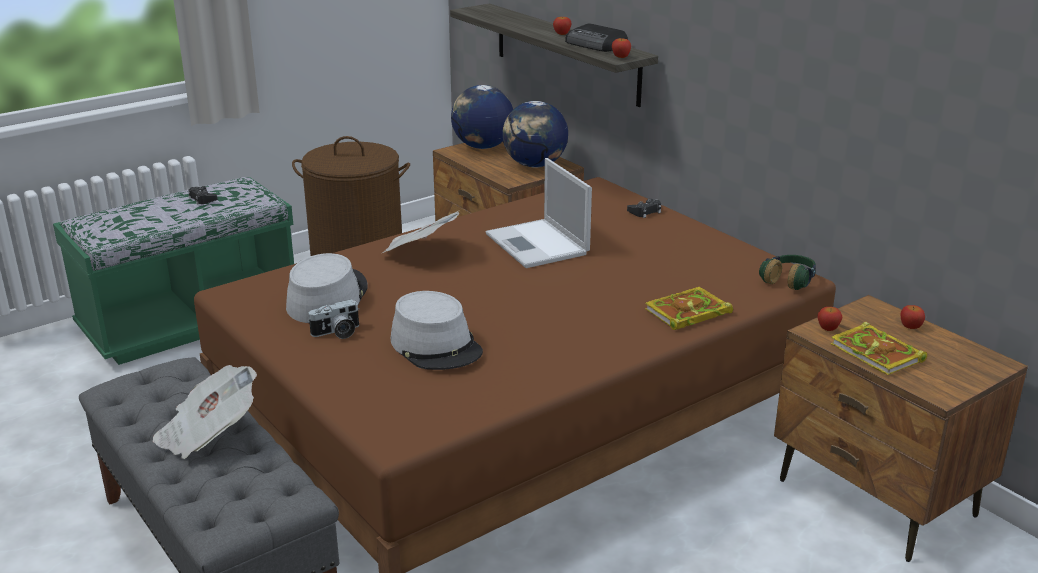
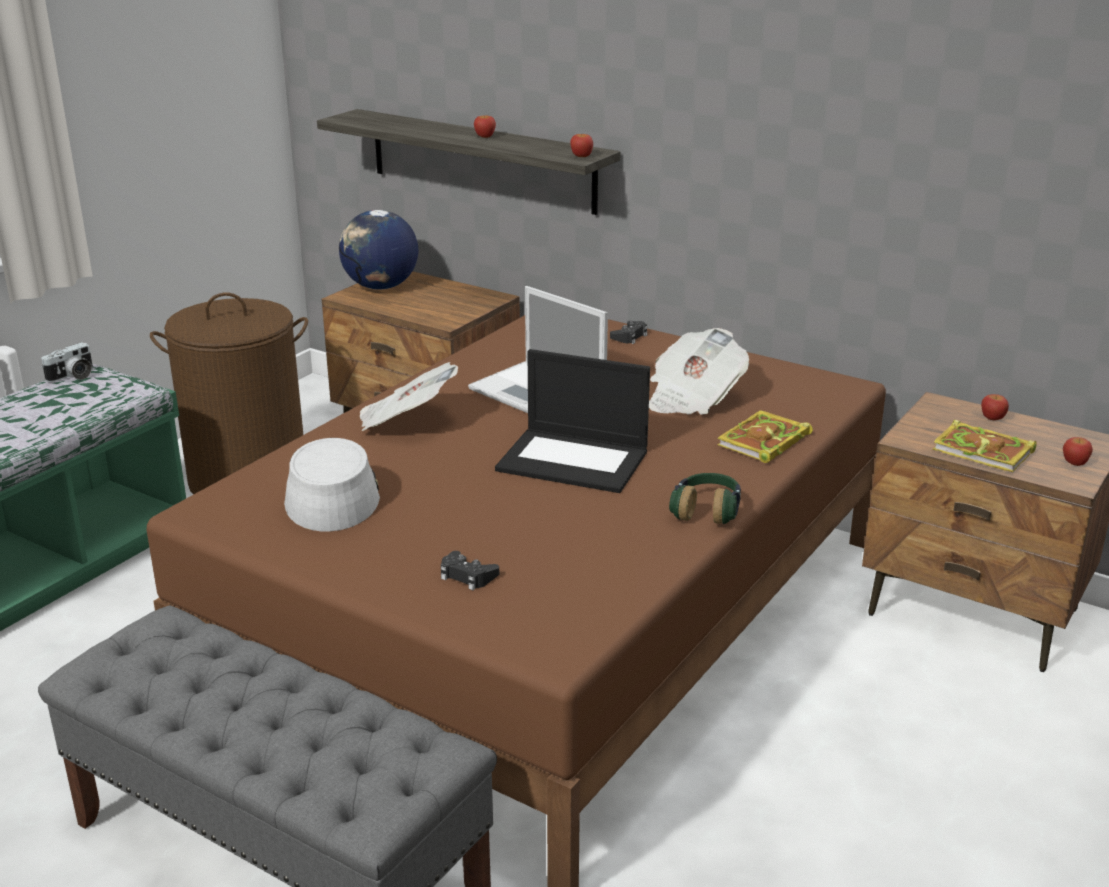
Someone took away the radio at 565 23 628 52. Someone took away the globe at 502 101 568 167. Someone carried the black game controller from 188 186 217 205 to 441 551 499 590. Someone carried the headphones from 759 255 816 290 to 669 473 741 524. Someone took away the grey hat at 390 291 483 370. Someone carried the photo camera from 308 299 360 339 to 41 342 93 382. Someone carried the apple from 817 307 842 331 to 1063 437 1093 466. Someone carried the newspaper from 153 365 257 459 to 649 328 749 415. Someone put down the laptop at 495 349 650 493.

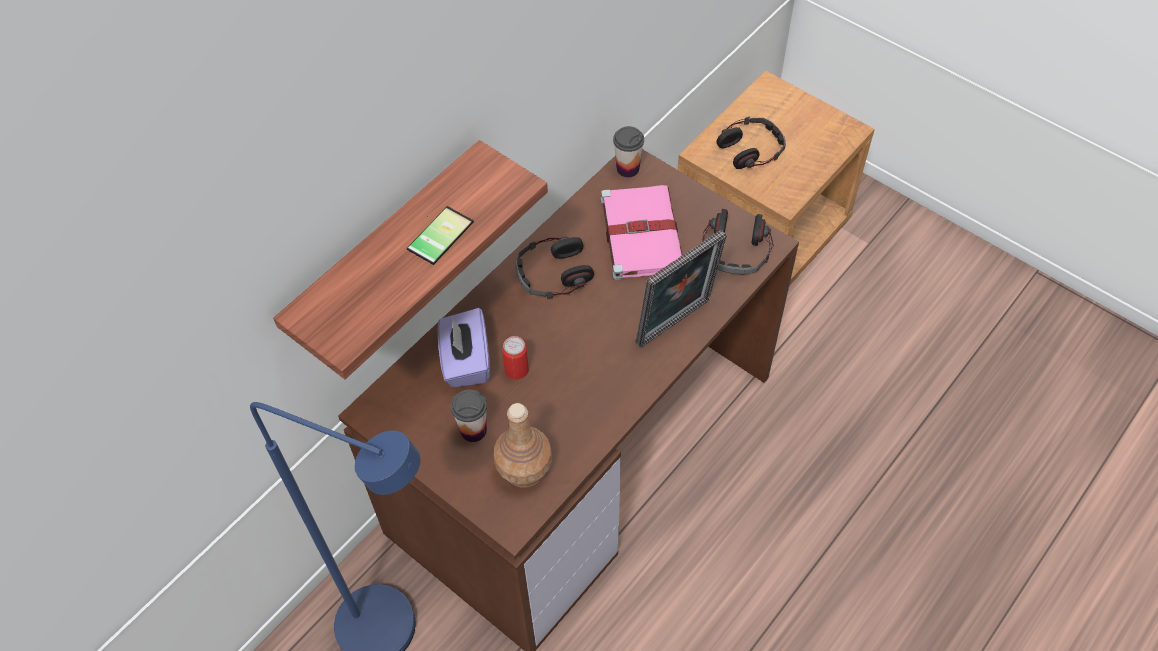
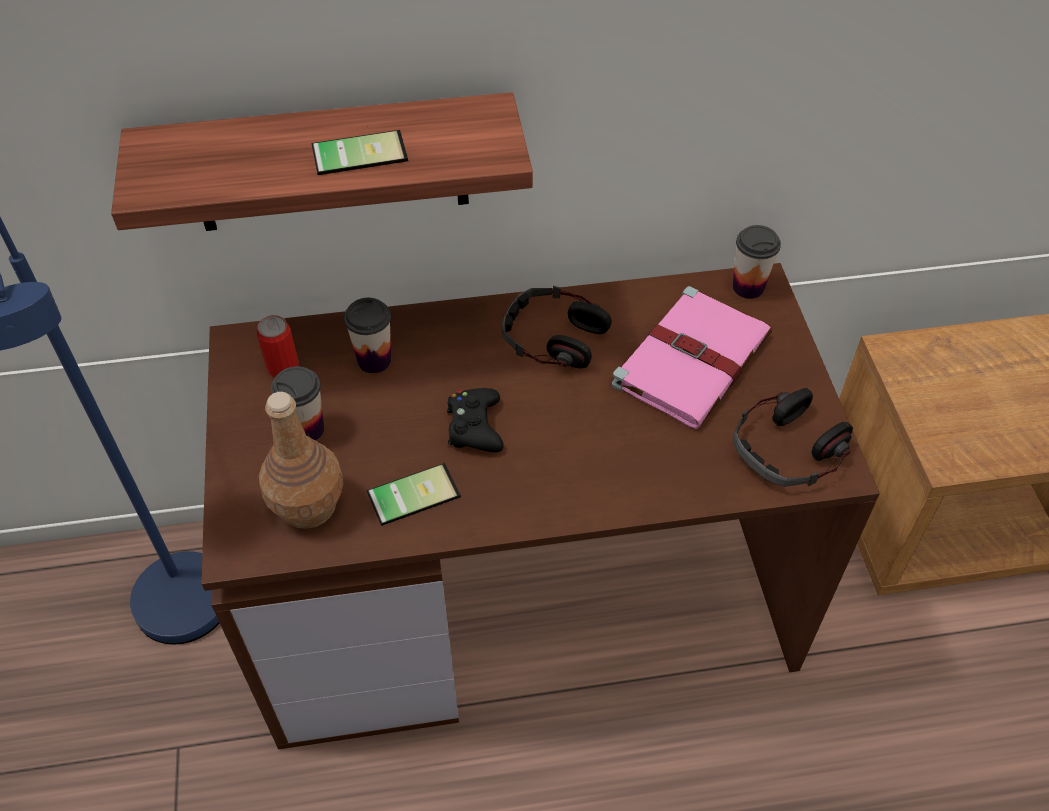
Someone took away the headphones at 716 117 786 169. Someone took away the picture frame at 636 230 727 348. Someone swapped the purple tissue box at 438 308 490 387 for the cup at 344 298 391 373. Someone carried the can from 502 336 529 380 to 257 315 299 377. Someone put down the black game controller at 447 388 504 452. Someone put down the phone at 367 463 461 526.

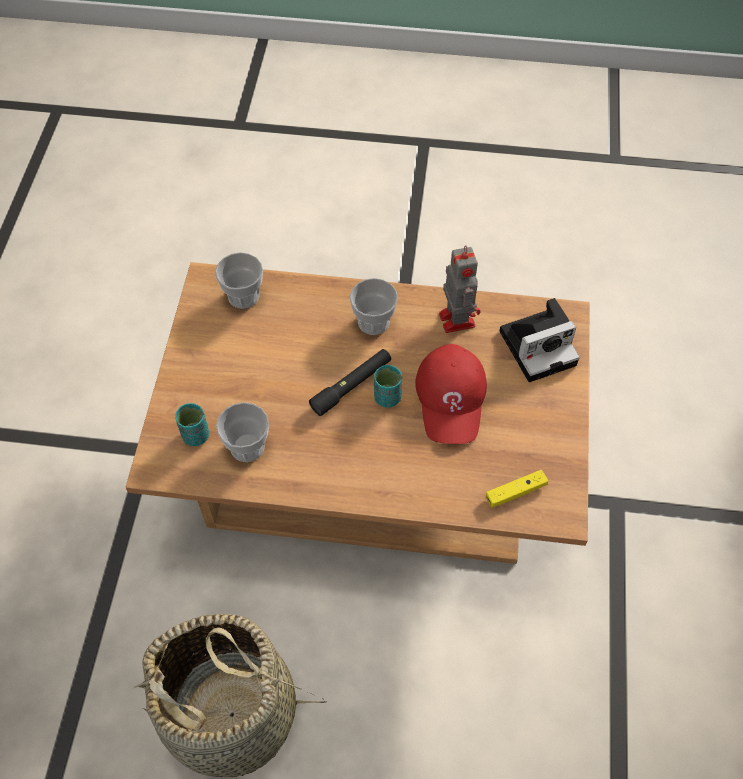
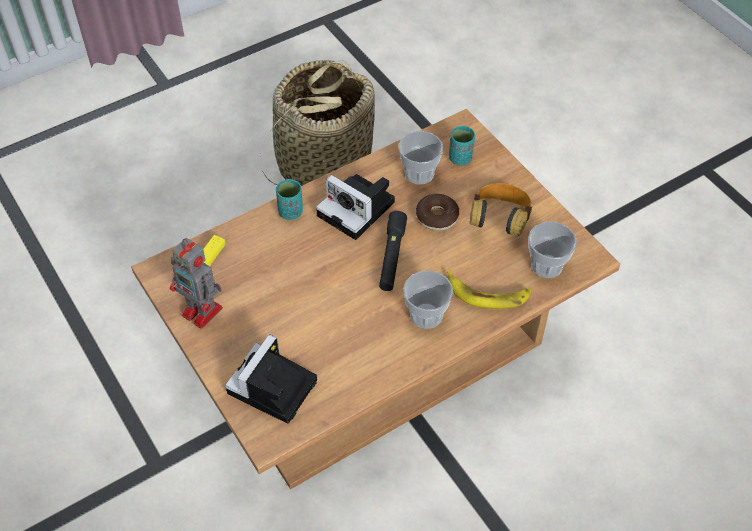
Someone carried the toy robot from 439 245 480 333 to 170 238 223 329. Someone took away the red cap at 415 344 487 444. Someone carried the turquoise cup from 374 365 402 408 to 276 179 303 220. Someone put down the photo camera at 316 174 395 240. Someone put down the headphones at 470 183 532 236. Someone put down the donut at 416 194 459 231. Someone put down the banana at 447 271 531 309.

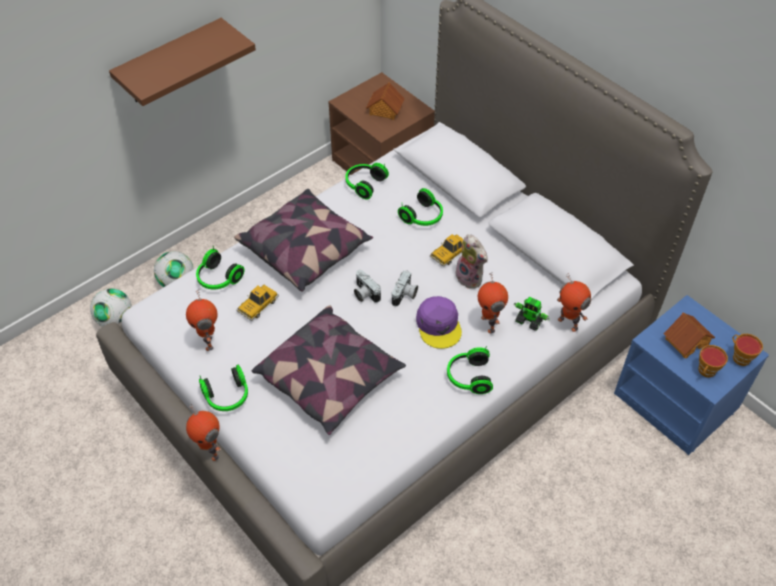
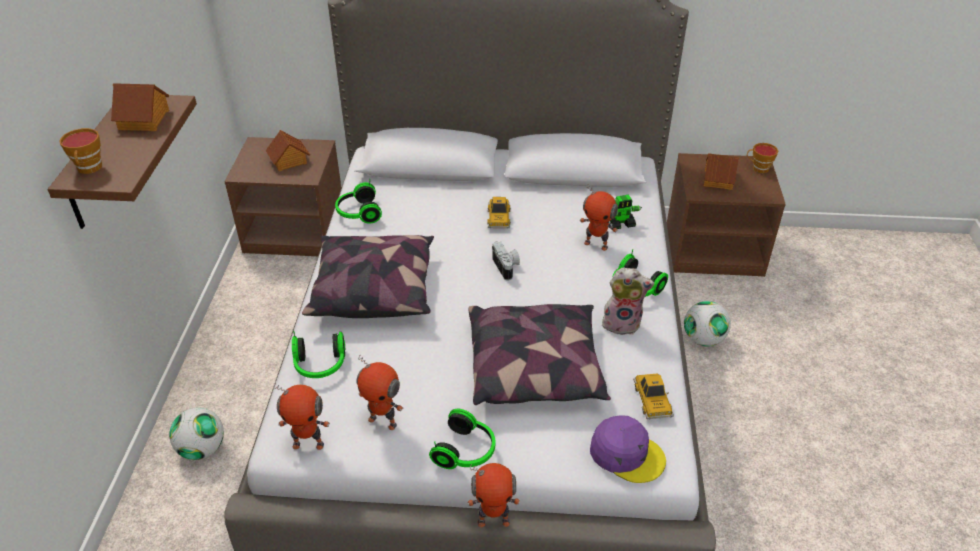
Someone took away the headphones at 398 188 443 226. Someone carried the plush toy from 455 234 488 289 to 602 267 654 335. Someone took away the photo camera at 354 270 381 303. Someone carried the toy robot from 557 273 591 332 to 274 383 330 450. Someone carried the toy car from 237 285 279 321 to 633 373 674 419. Someone carried the football from 90 288 132 327 to 684 301 731 346. Someone repainted the blue nightstand at 614 295 769 455, which became the brown nightstand at 667 153 786 277. Someone carried the purple cap from 416 296 462 349 to 590 415 666 483. Someone carried the cup from 698 345 728 378 to 59 128 102 174. Someone put down the toy house at 111 83 169 131.

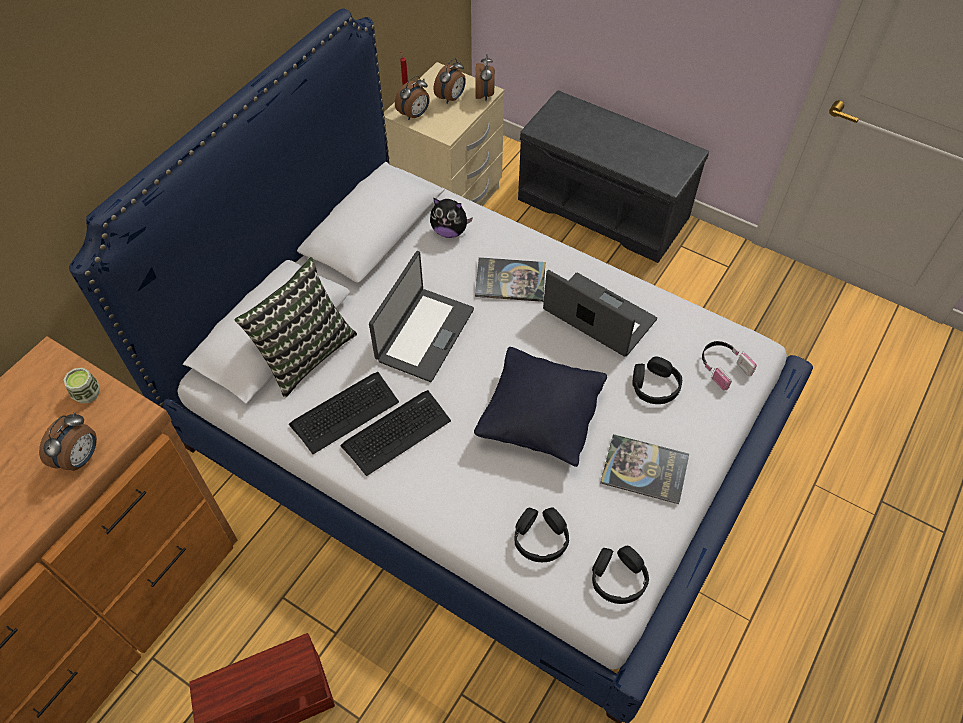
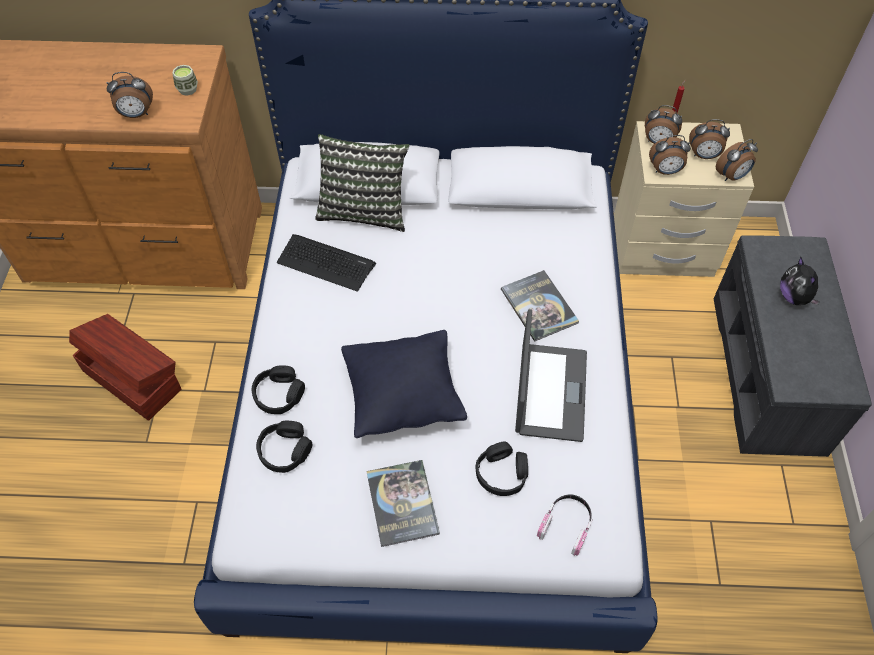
Someone carried the plush toy from 430 198 473 238 to 780 256 820 305. Someone took away the laptop at 369 251 474 382. Someone took away the keyboard at 340 390 451 476. Someone carried the black headphones from 592 546 649 604 to 252 366 305 414. Someone put down the alarm clock at 649 135 691 175.

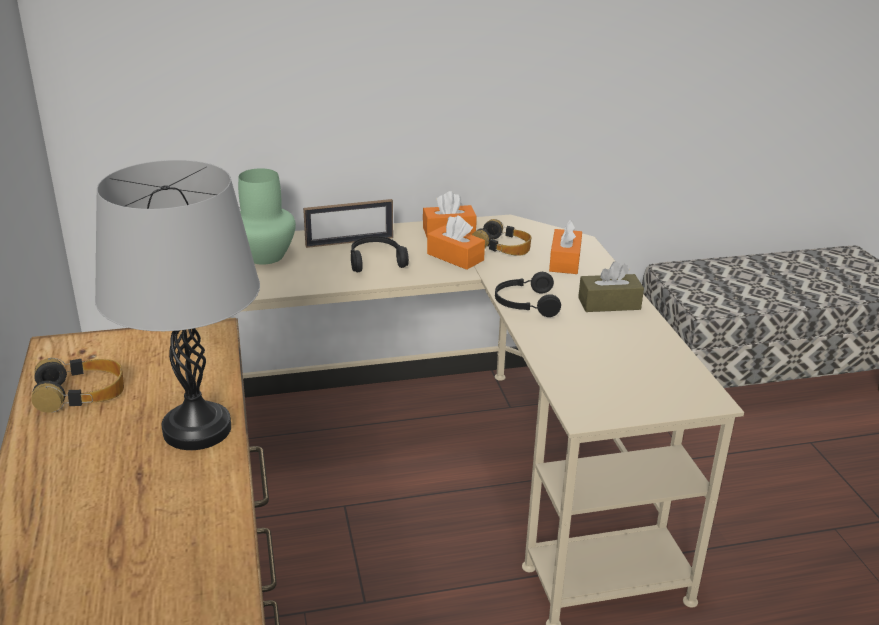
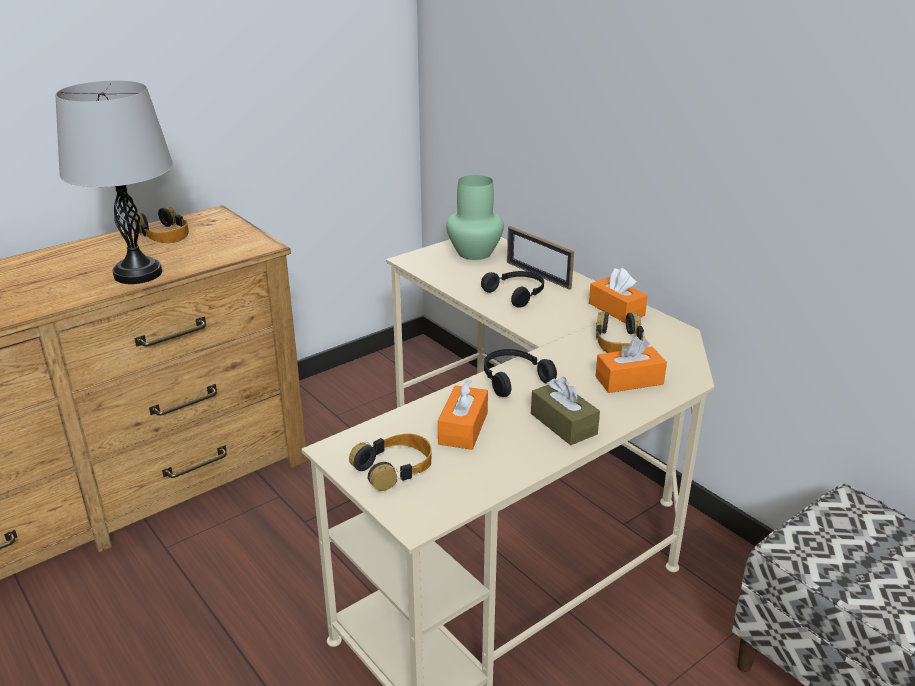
Someone carried the orange tissue box from 427 216 485 270 to 438 379 488 450. Someone put down the headphones at 349 434 432 491.

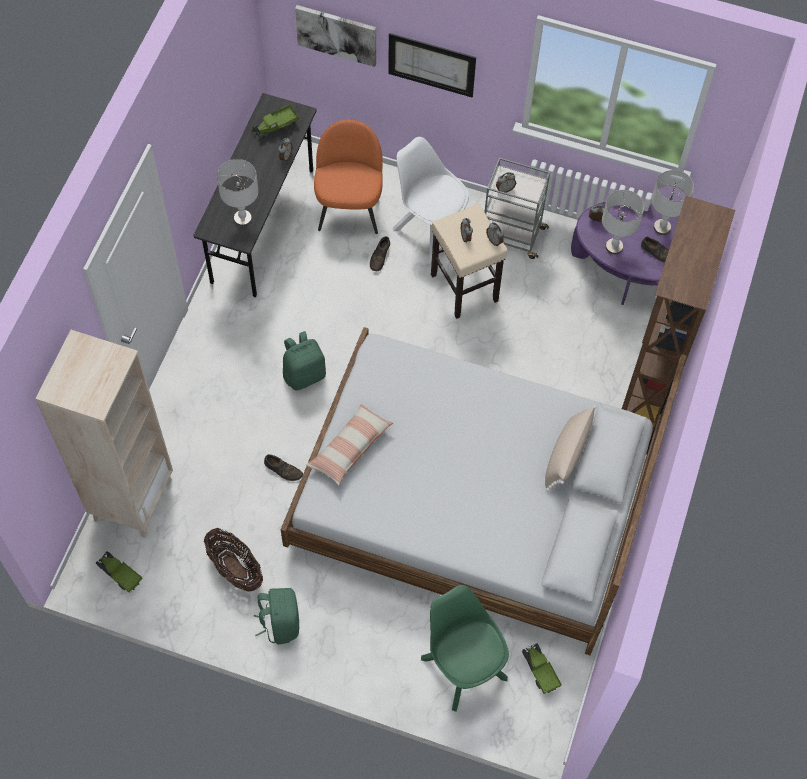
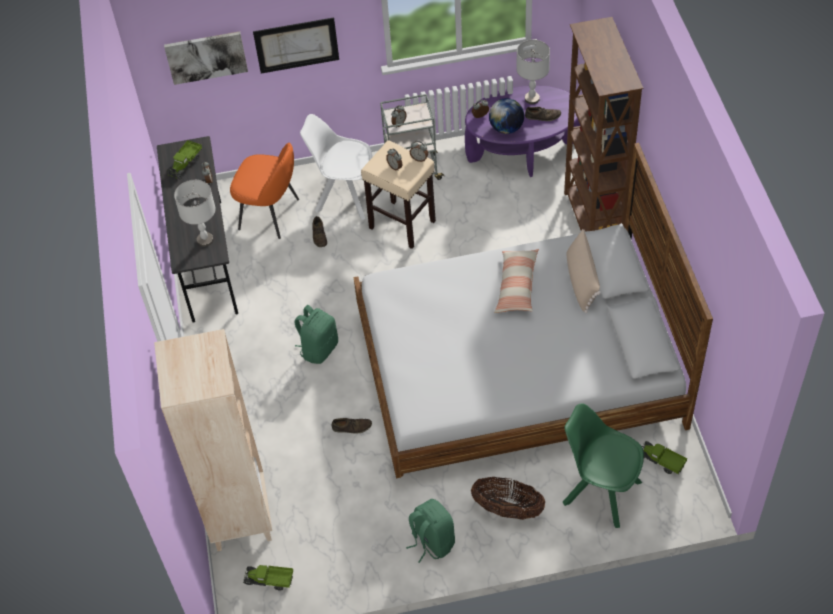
Someone rotated the orange chair at 314 120 383 234 by 135 degrees clockwise. Someone swapped the grey table lamp at 602 190 644 254 for the globe at 489 98 524 134. Someone carried the pillow from 306 404 393 486 to 494 249 539 313. Someone carried the basket from 204 528 263 592 to 471 477 545 520.

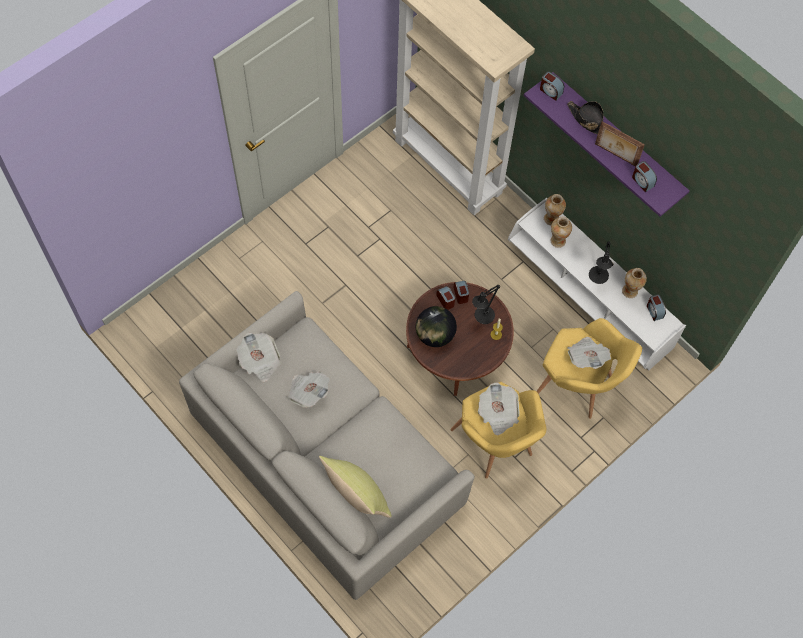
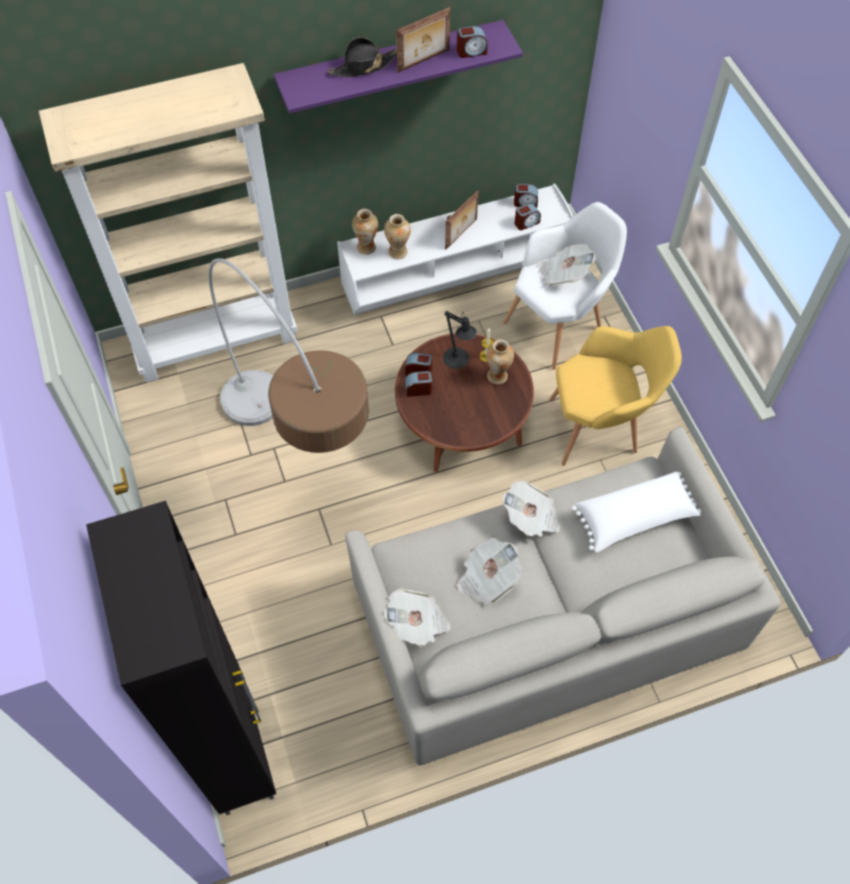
Someone carried the alarm clock from 540 72 564 101 to 515 203 541 230. Someone swapped the black table lamp at 589 241 612 284 for the picture frame at 445 190 479 250. Someone carried the vase from 622 268 647 298 to 486 339 514 384. Someone took away the globe at 416 306 457 347. Someone repainted the yellow armchair at 536 318 642 419, which became the white armchair at 503 202 627 370. Someone carried the newspaper from 478 382 520 435 to 502 480 561 537. Someone took away the yellow pillow at 319 456 391 518. Someone put down the floor lamp at 209 258 369 453. Someone put down the white pillow at 572 471 701 552. Someone put down the black cabinet at 86 501 276 815.

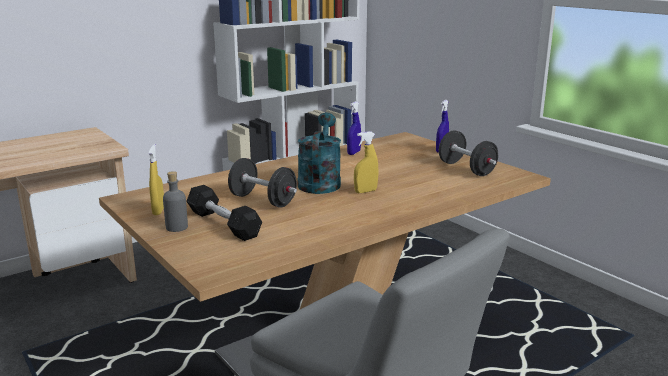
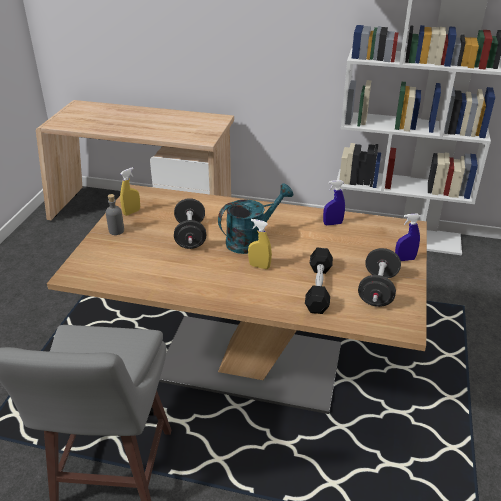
Someone carried the black dumbbell from 186 185 262 241 to 305 248 333 314.

